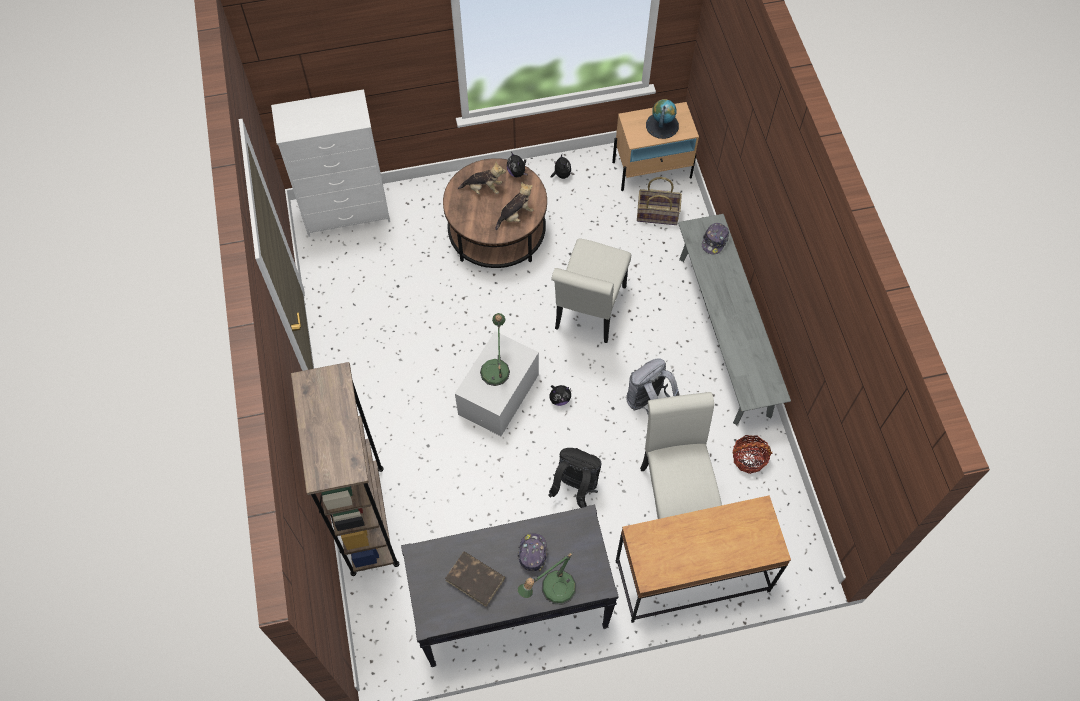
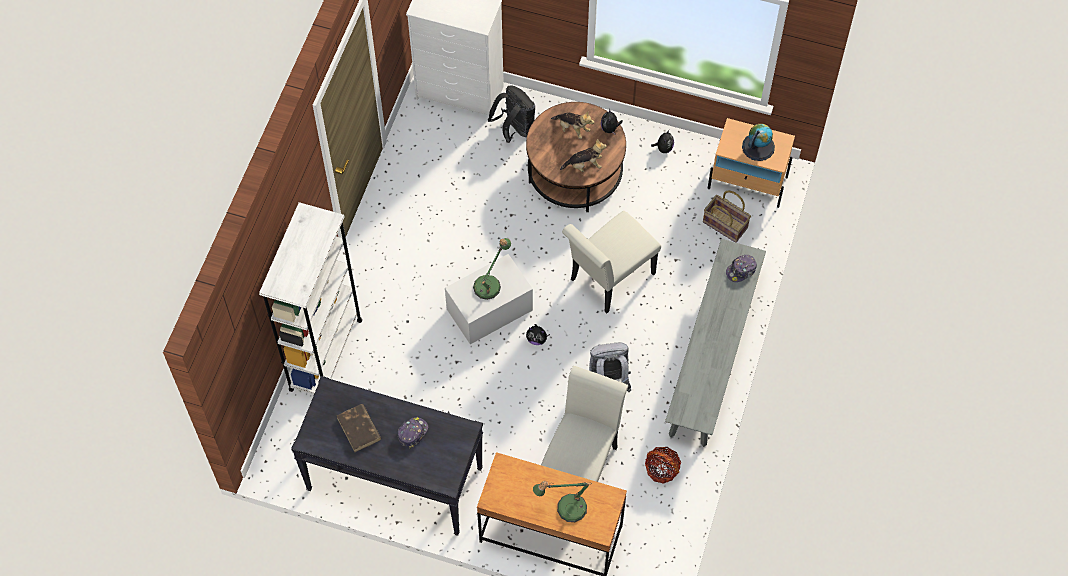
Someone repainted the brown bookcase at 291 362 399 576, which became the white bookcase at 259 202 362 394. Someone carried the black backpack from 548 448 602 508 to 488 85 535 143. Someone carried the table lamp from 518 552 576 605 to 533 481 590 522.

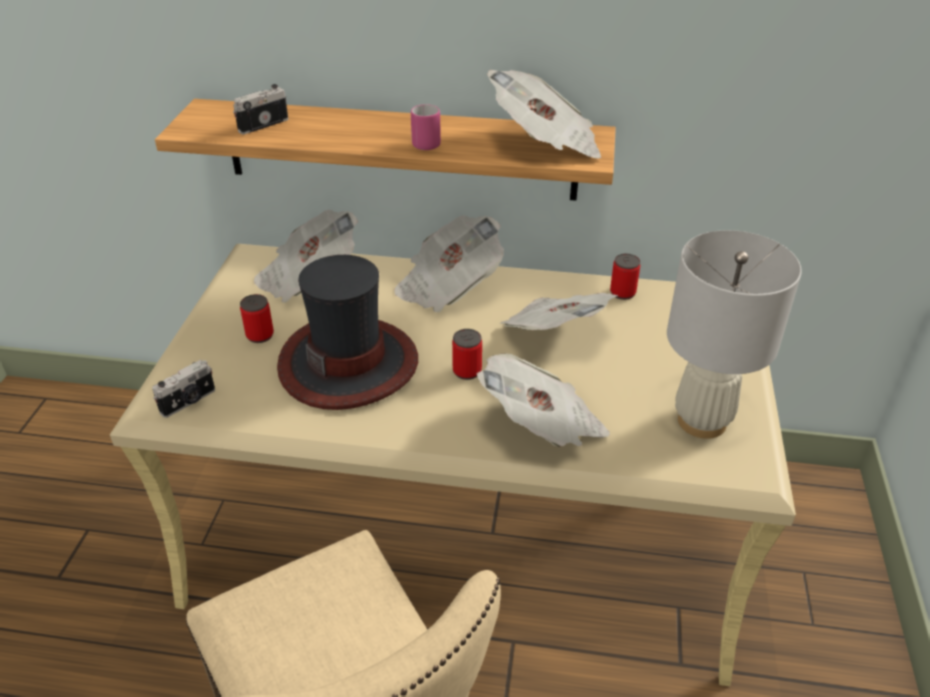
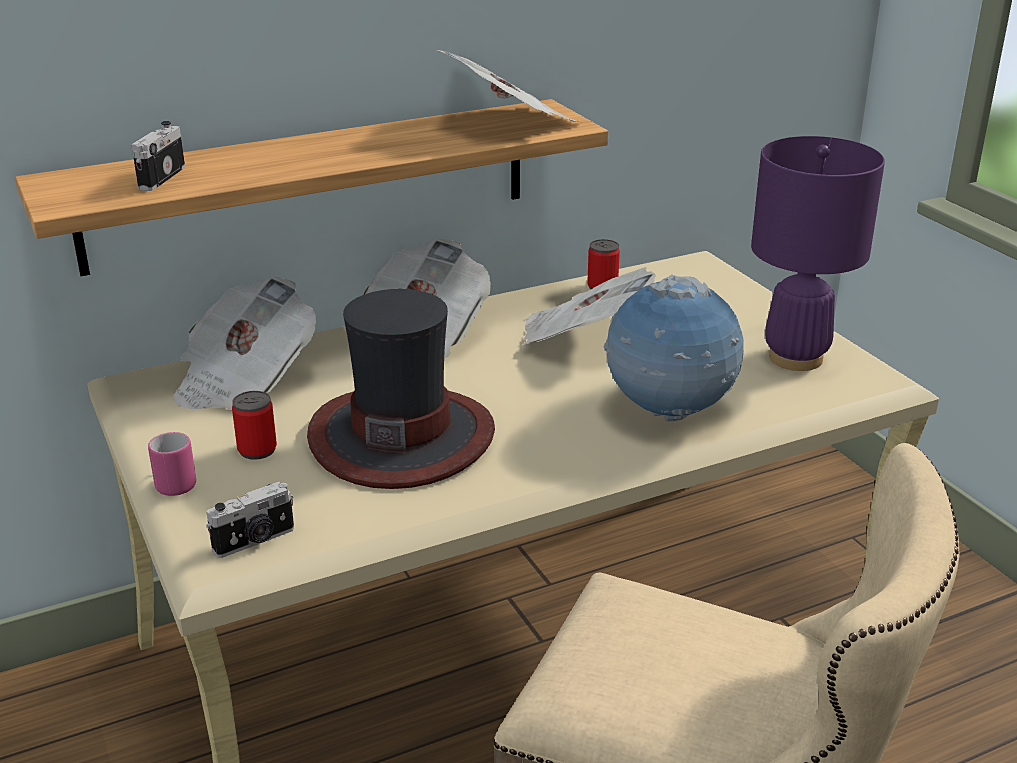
Someone carried the pink mug from 411 104 441 150 to 148 432 196 496. Someone repainted the white table lamp at 667 230 802 439, which became the purple table lamp at 751 136 885 371. Someone took away the can at 452 329 482 380. Someone swapped the newspaper at 477 353 610 447 for the globe at 604 274 744 422. Someone rotated the photo camera at 152 360 215 418 by 45 degrees clockwise.

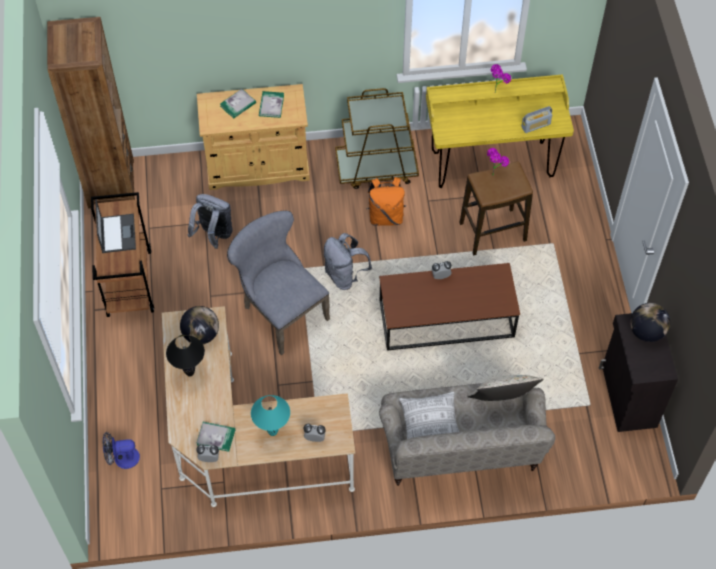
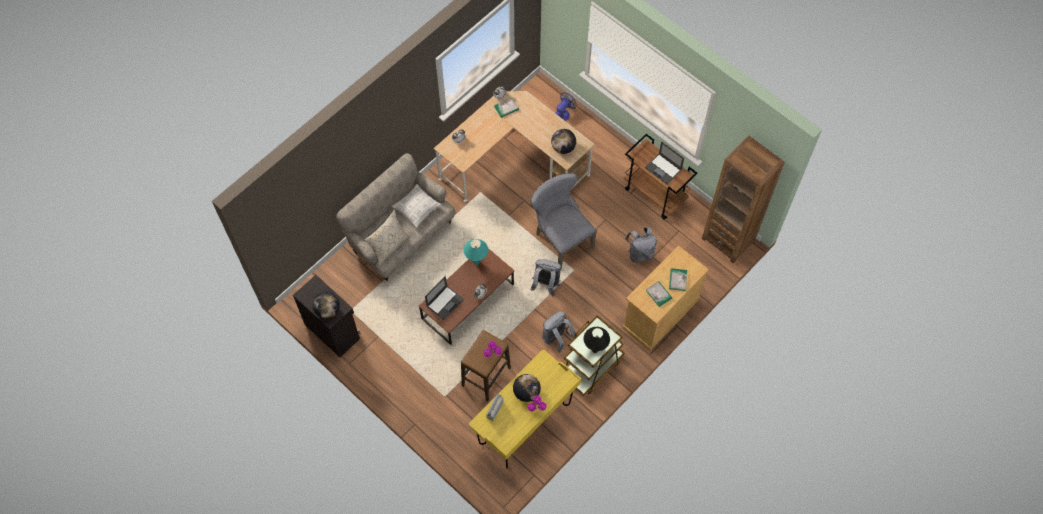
Someone repainted the orange backpack at 366 177 406 226, which became the grey backpack at 542 311 576 353. Someone rotated the grey chair at 227 210 330 355 by 135 degrees counterclockwise. Someone carried the black table lamp from 166 335 205 376 to 584 327 610 353. Someone carried the turquoise table lamp from 251 395 290 436 to 464 239 488 265. Someone put down the laptop at 425 276 464 320. Someone put down the globe at 513 374 541 402.

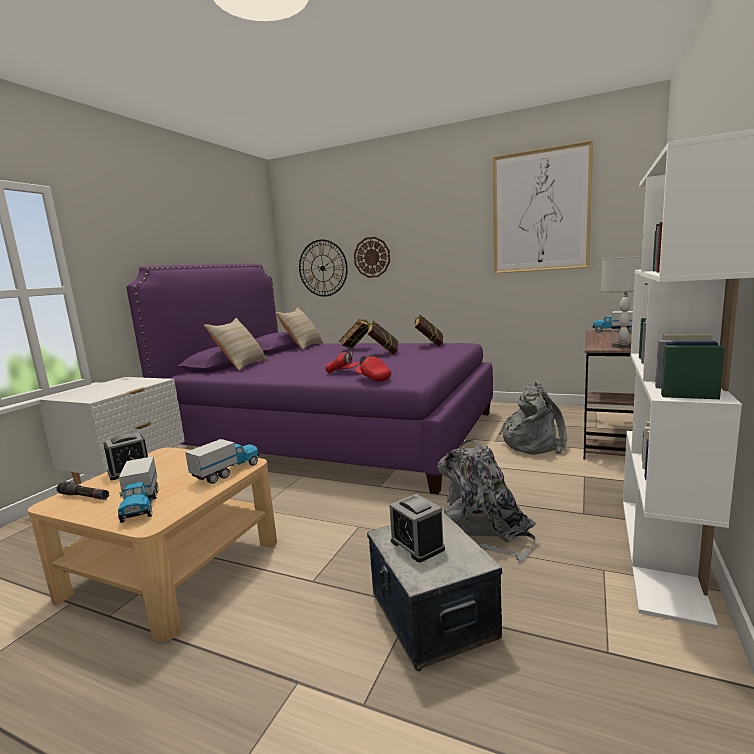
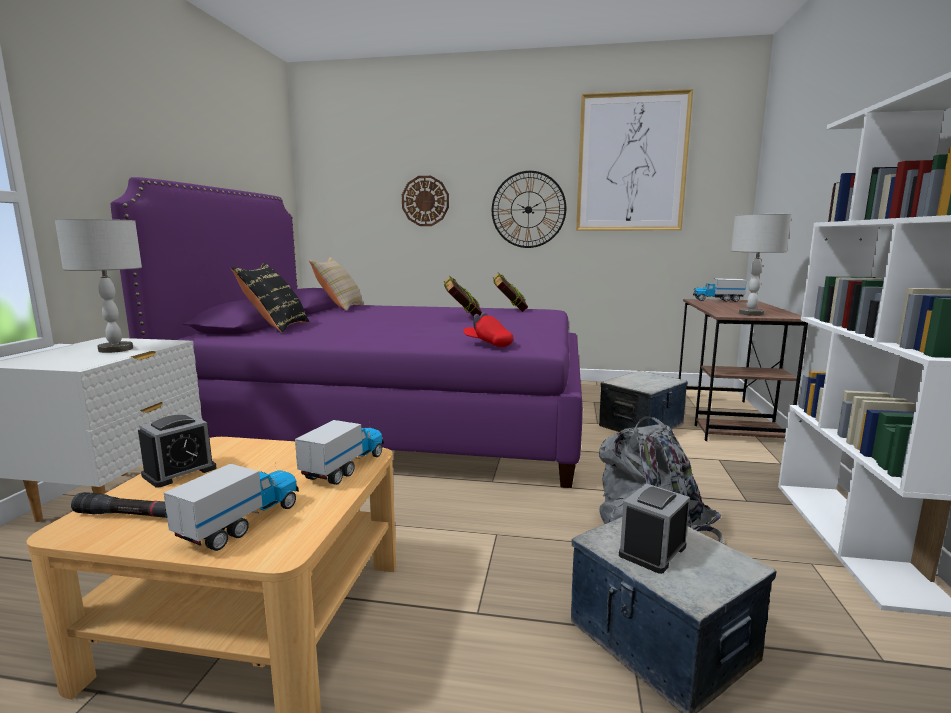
Someone carried the wall clock from 299 239 348 297 to 492 171 566 248. Someone repainted the beige pillow at 204 318 268 371, which became the black pillow at 230 263 309 333. Someone took away the book at 339 319 370 348. Someone took away the red cap at 325 350 360 373. Someone swapped the grey backpack at 499 381 567 455 for the storage box at 599 371 688 432. Someone rotated the toy truck at 118 456 158 523 by 120 degrees counterclockwise. Someone rotated the alarm clock at 389 494 445 562 by 90 degrees clockwise. Someone put down the grey table lamp at 55 219 142 353.

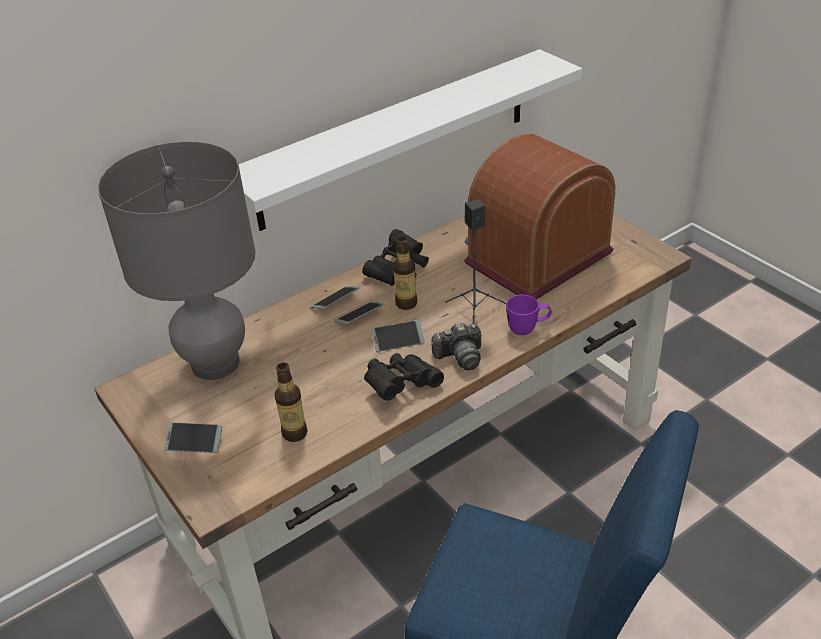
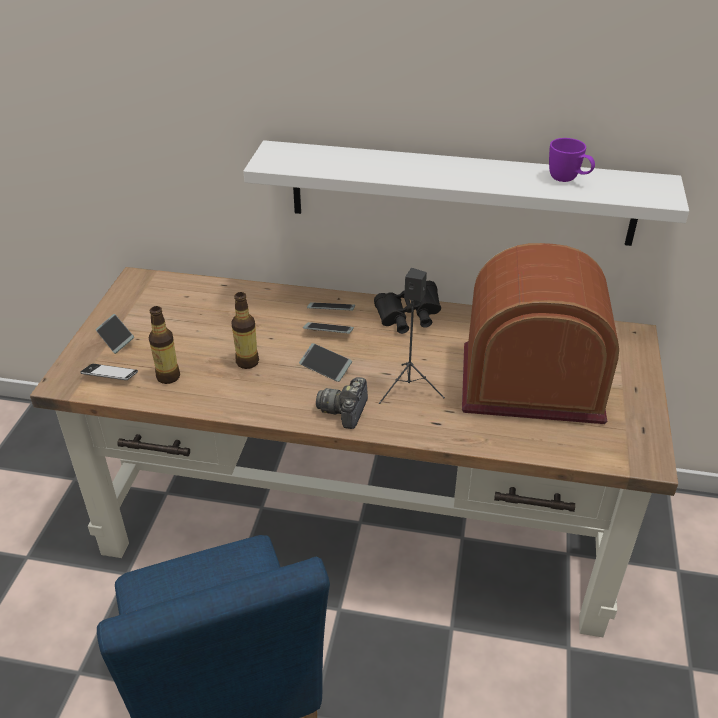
Someone took away the grey table lamp at 98 142 255 380. Someone carried the bottle from 393 236 417 310 to 232 292 259 369. Someone carried the purple mug from 506 294 552 335 to 549 138 595 182. Someone rotated the photo camera at 431 322 481 370 by 75 degrees clockwise. Someone took away the black binoculars at 364 353 444 401. Someone put down the phone at 81 364 138 380.

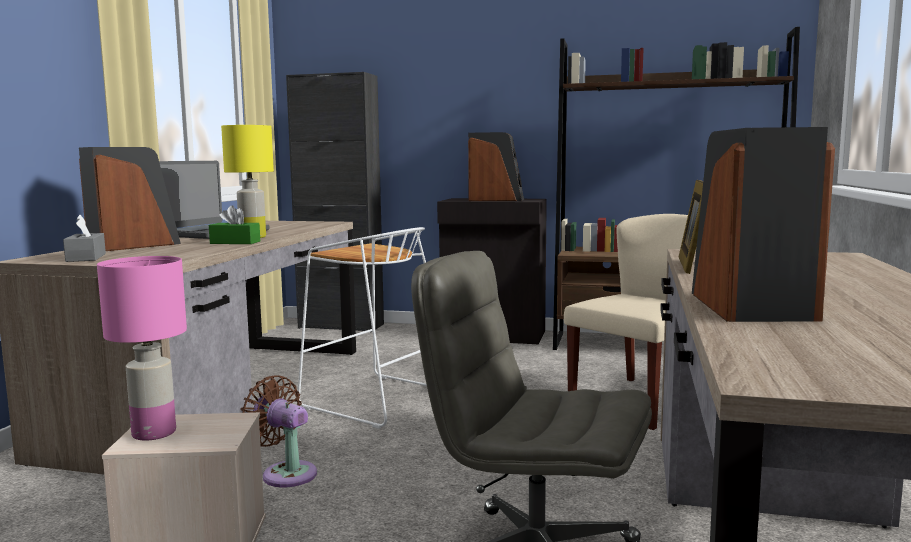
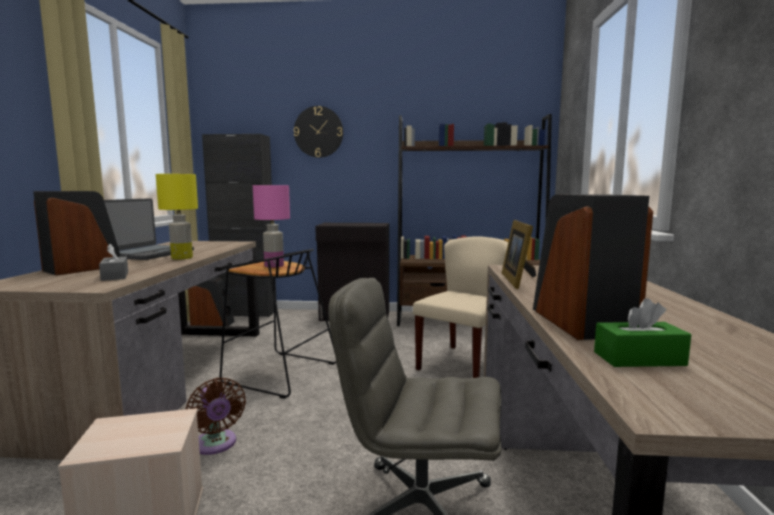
Someone carried the speaker from 468 132 524 201 to 188 277 235 326. Someone carried the green tissue box from 209 205 260 244 to 594 298 691 367. Someone carried the grey tissue box from 63 215 106 262 to 99 244 128 281. Someone repainted the white stool at 298 227 427 429, which became the black stool at 220 249 336 399. Someone carried the pink table lamp from 97 256 187 441 to 253 185 290 268. Someone rotated the brown fan at 240 375 317 487 by 150 degrees counterclockwise. Someone put up the wall clock at 294 106 343 158.

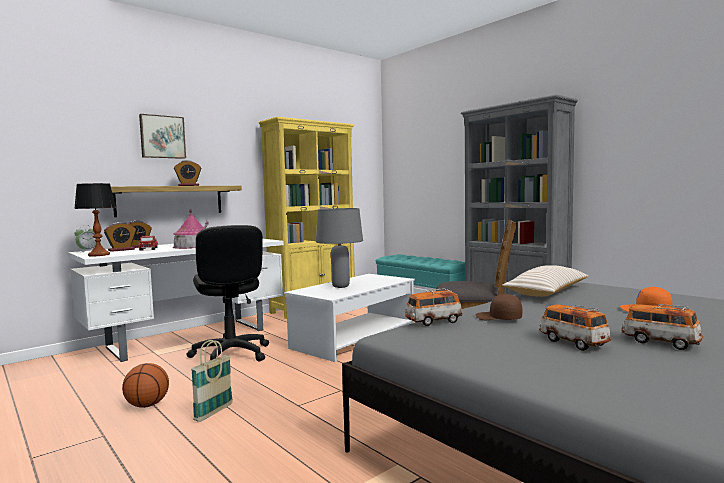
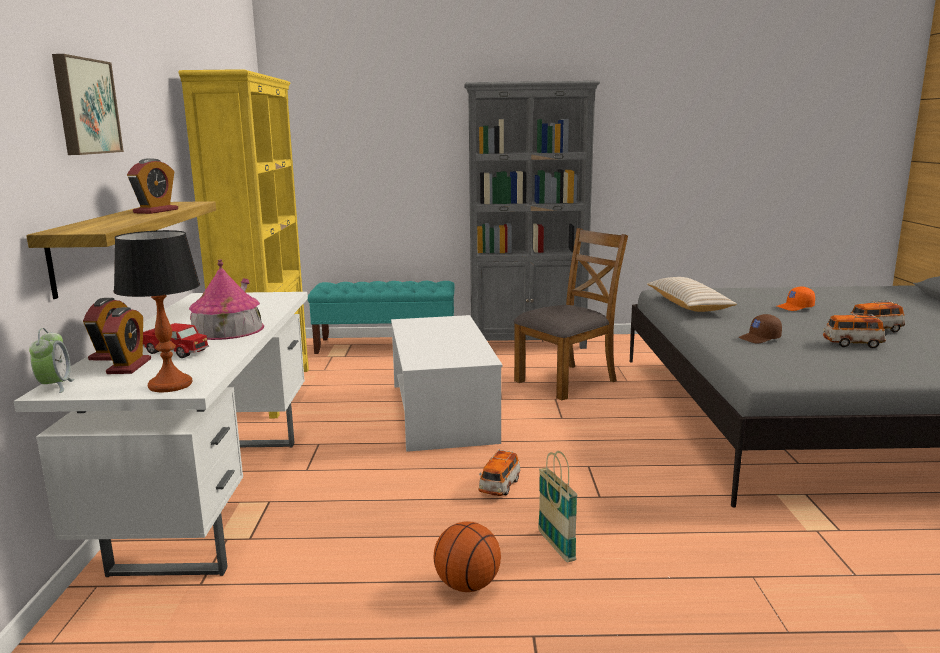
Someone took away the grey table lamp at 316 208 363 288. Someone took away the black office chair at 186 225 269 361. Someone carried the toy car from 405 288 463 326 to 478 449 521 496.

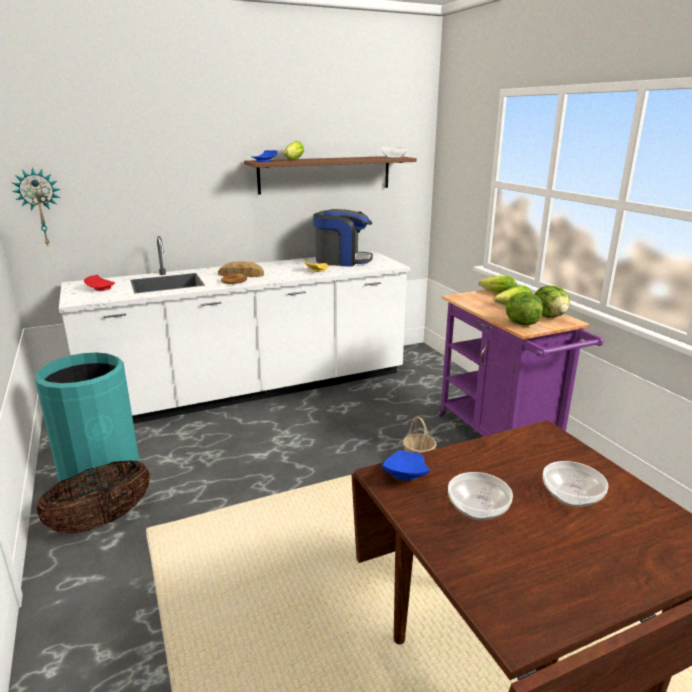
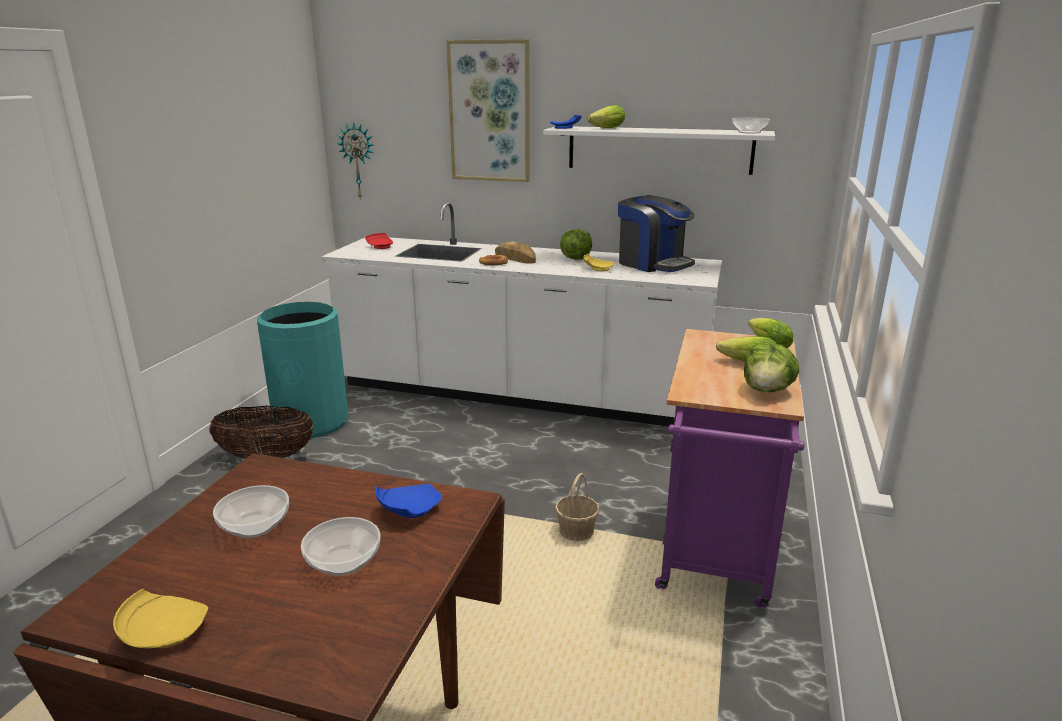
Someone repainted the brown shelf at 244 156 417 195, which became the white shelf at 543 127 775 175. Someone carried the lettuce from 506 292 543 325 to 560 229 592 260. Someone carried the blue plate from 382 450 430 481 to 375 484 442 518. Someone put up the picture at 446 39 530 182. Someone put down the yellow plate at 113 589 208 648.

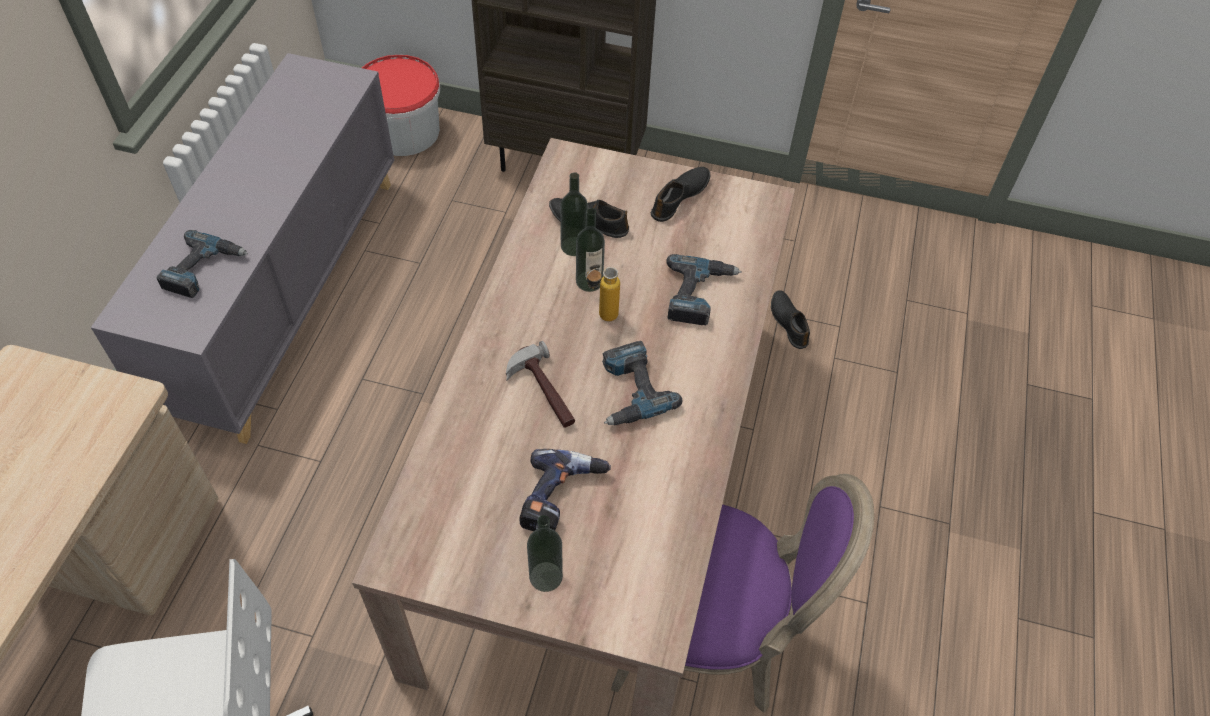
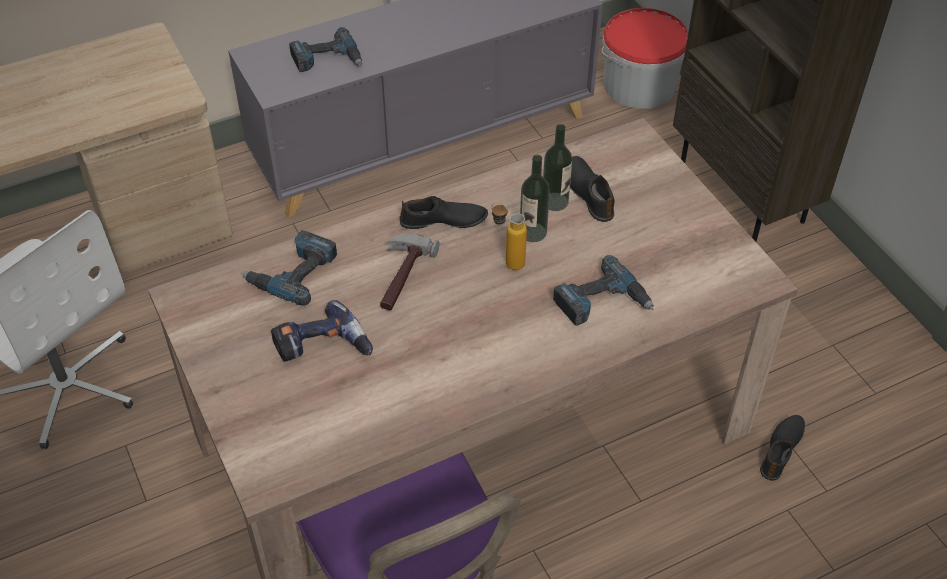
Someone carried the black shoe from 651 167 710 222 to 399 196 488 229. Someone carried the power drill from 602 341 682 425 to 241 230 337 306. Someone took away the bottle at 527 515 563 592.

